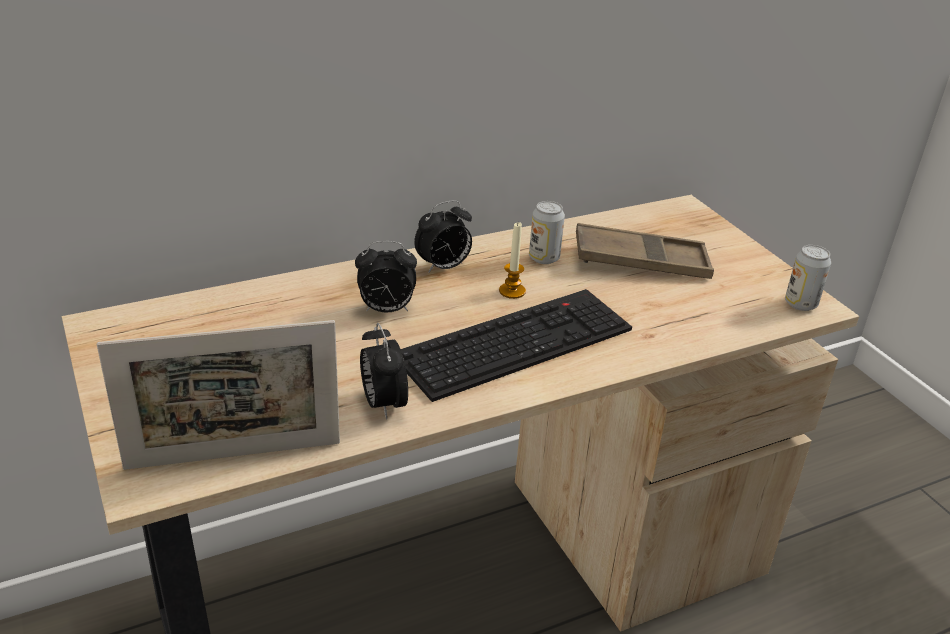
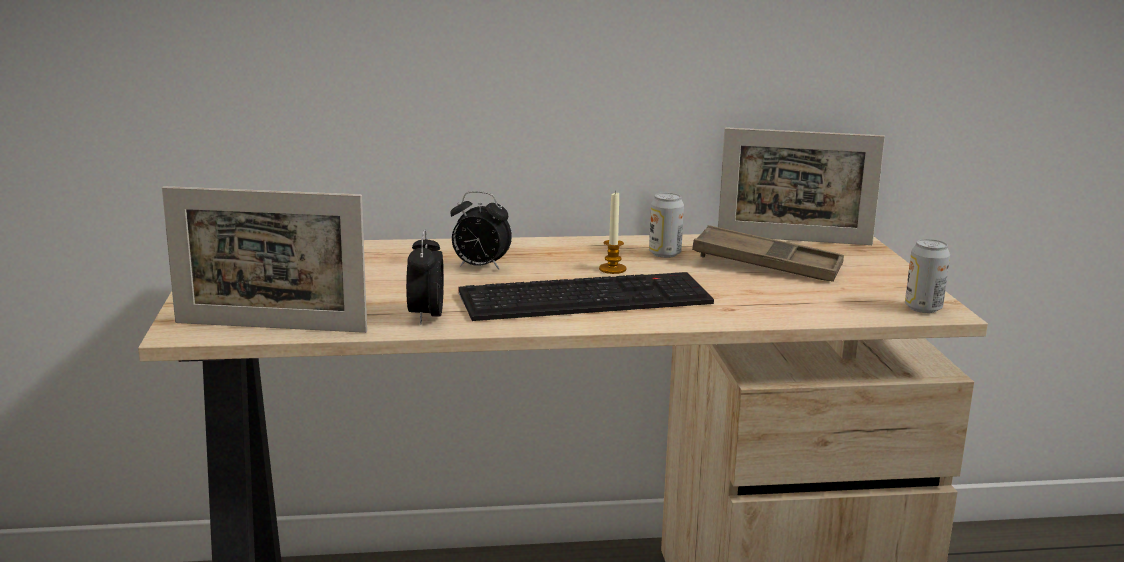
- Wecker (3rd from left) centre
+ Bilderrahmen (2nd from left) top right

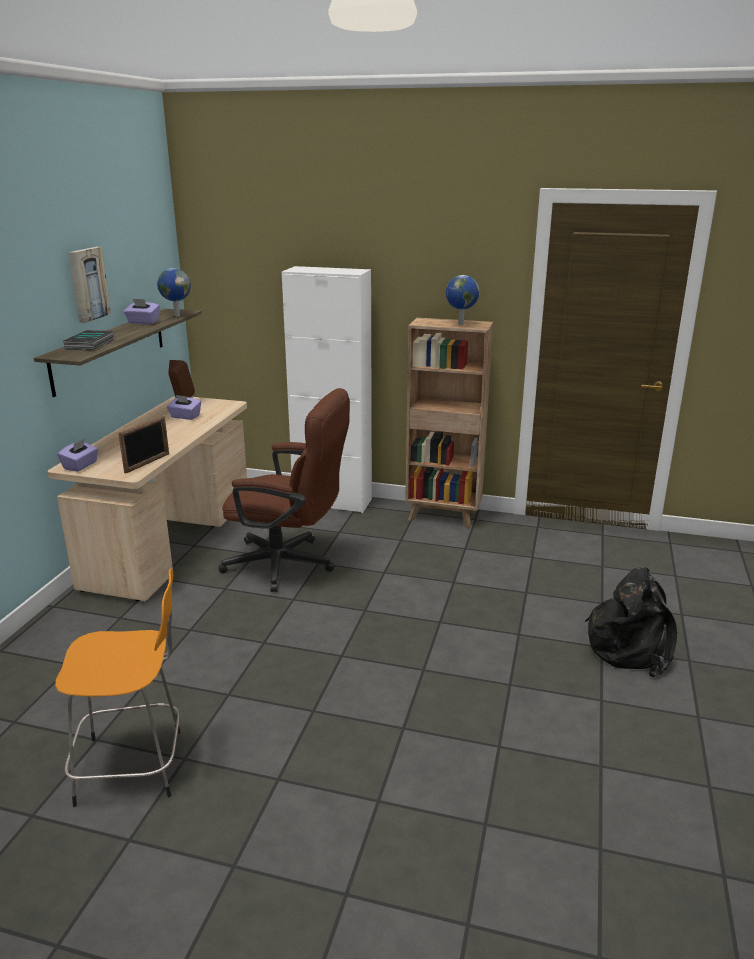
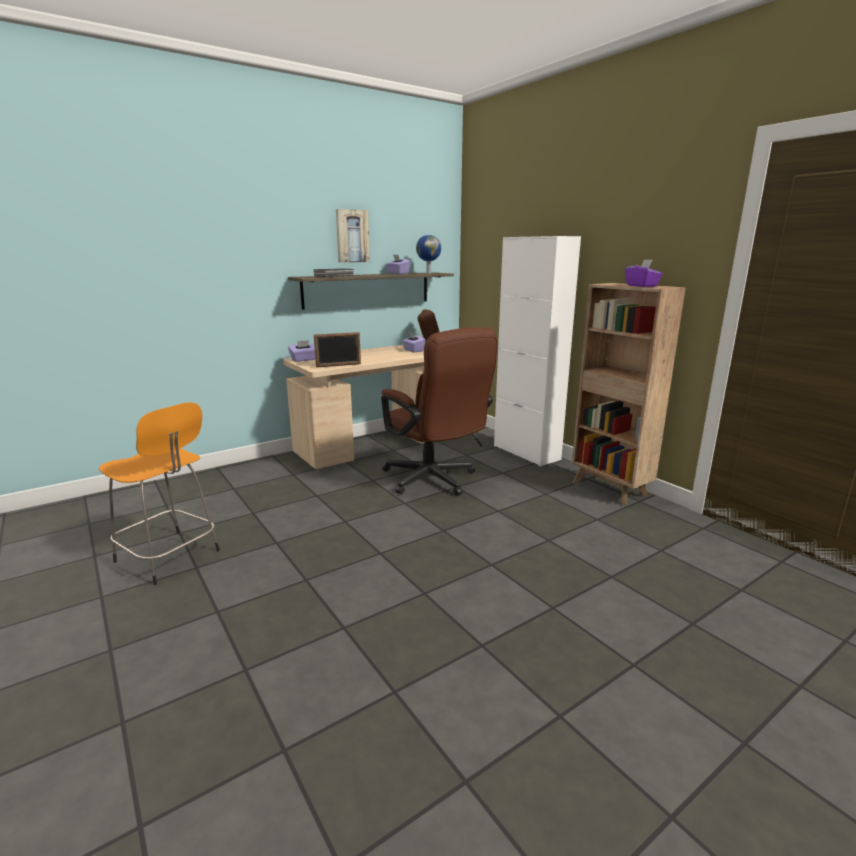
- Rucksack [schwarz] middle right
~ Globus (2nd from left) top centre to Taschentuchbox [lila] (4th from left) top right

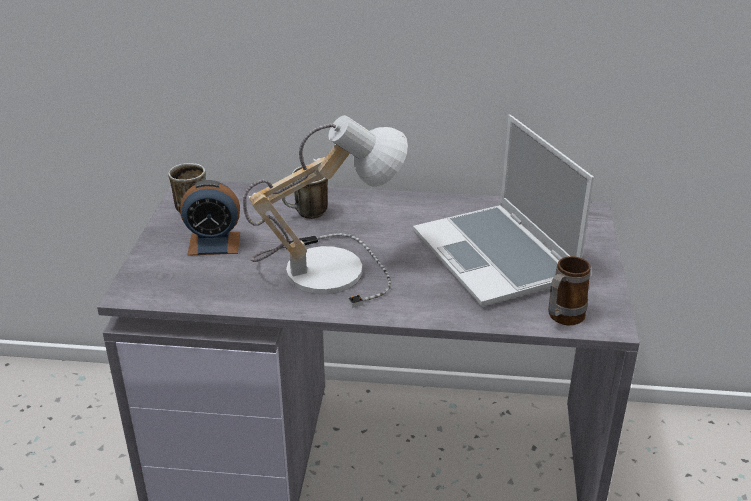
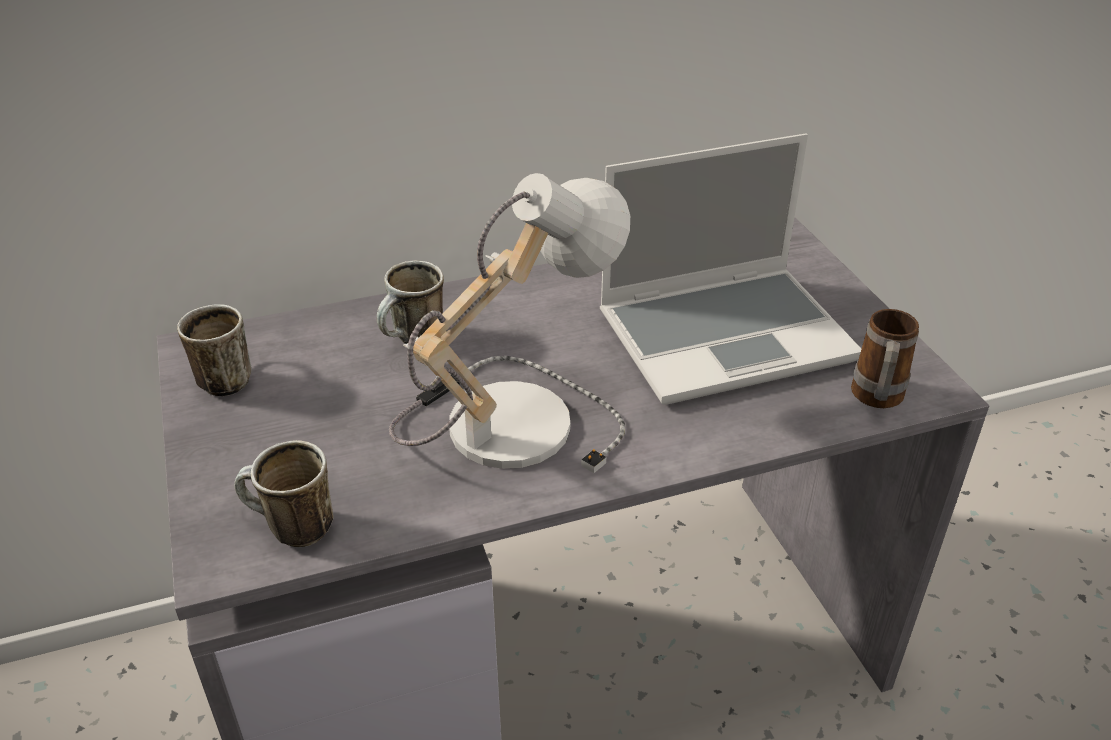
- Wecker middle left
+ Henkelbecher (2nd from left) middle left
~ Laptop middle right = centre 60 degrees counterclockwise

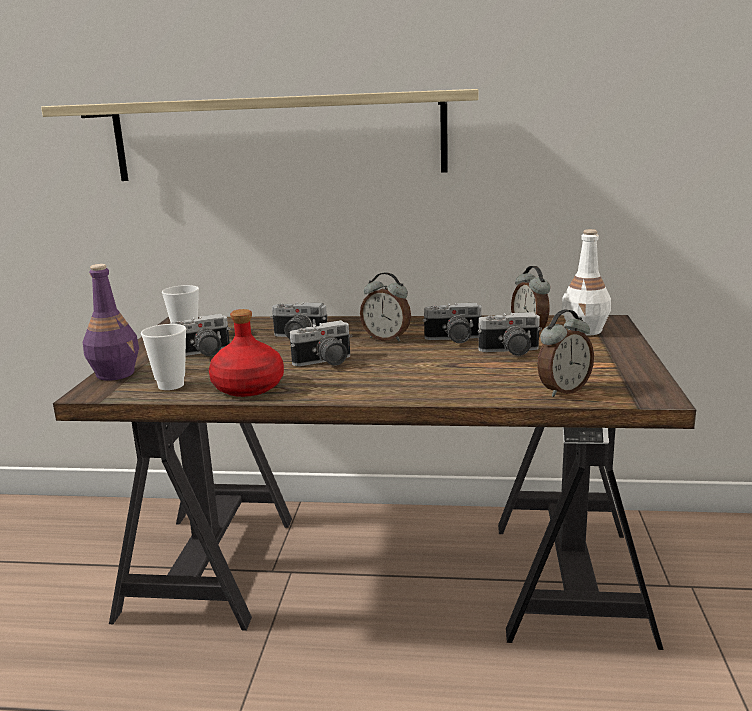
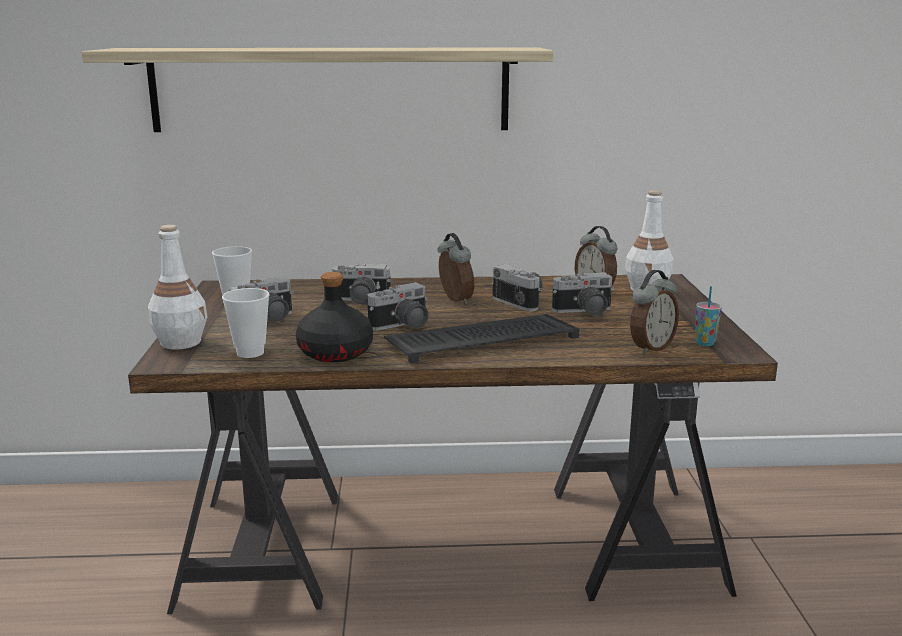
+ Tastatur centre
+ Tasse (3rd from left) middle right
~ Flasche [lila] middle left to Flasche [weiß] (1st from left) middle left
~ Flasche [rot] middle left to Flasche [schwarz] centre
~ Wecker (1st from left) centre = centre 135 degrees counterclockwise
~ Kamera (4th from left) centre = centre 120 degrees counterclockwise

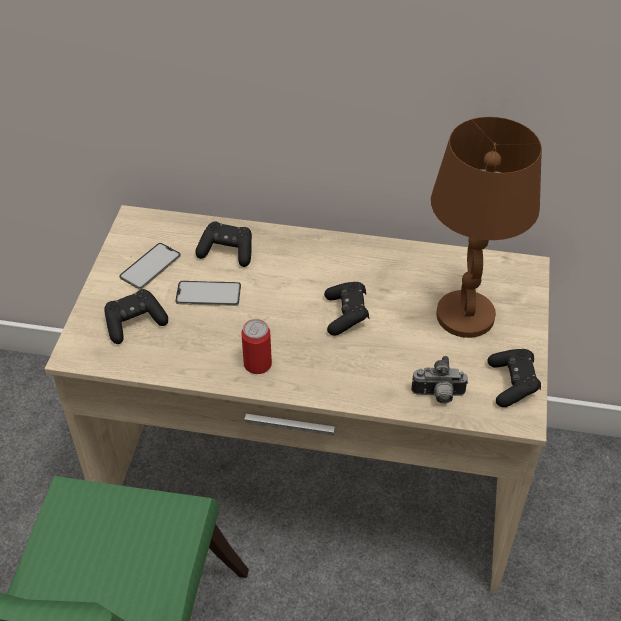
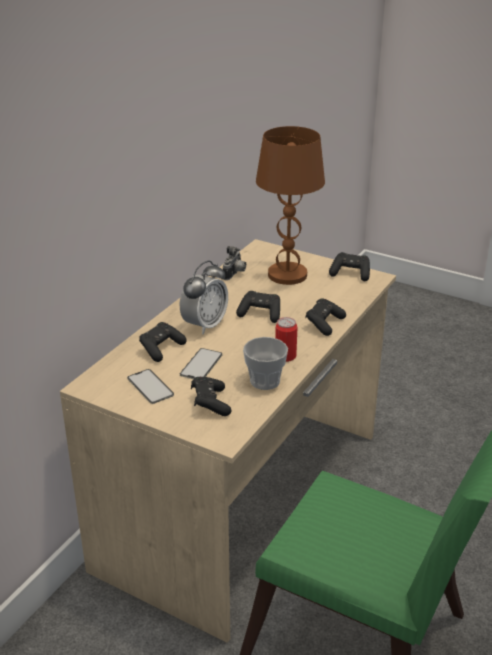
+ Wecker centre
+ Tasse centre
+ Gamepad [schwarz] (4th from left) centre
~ Kamera middle right to centre

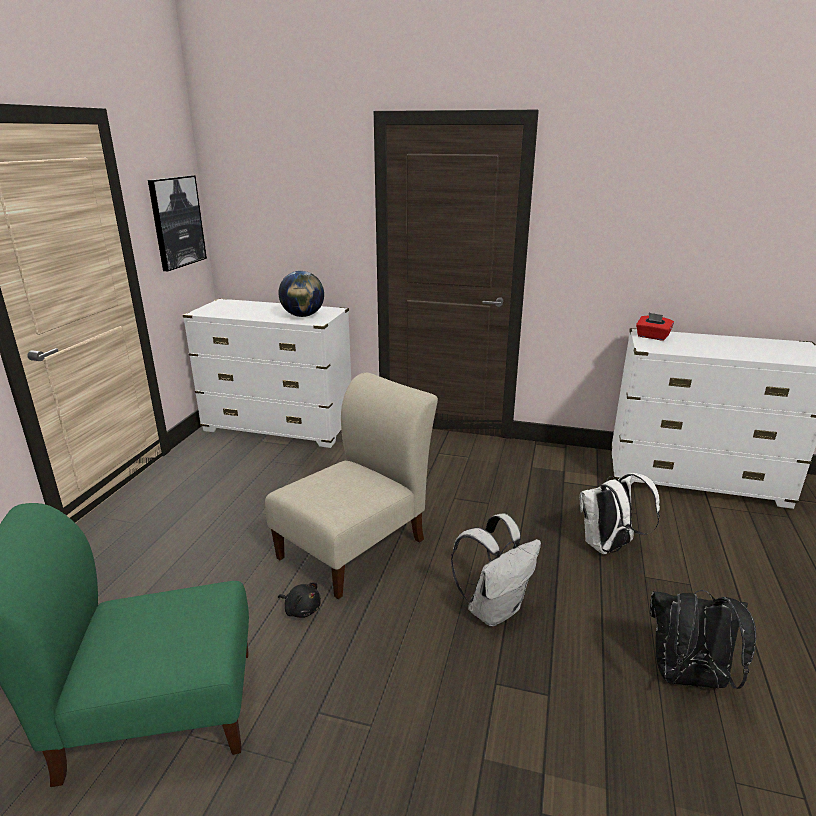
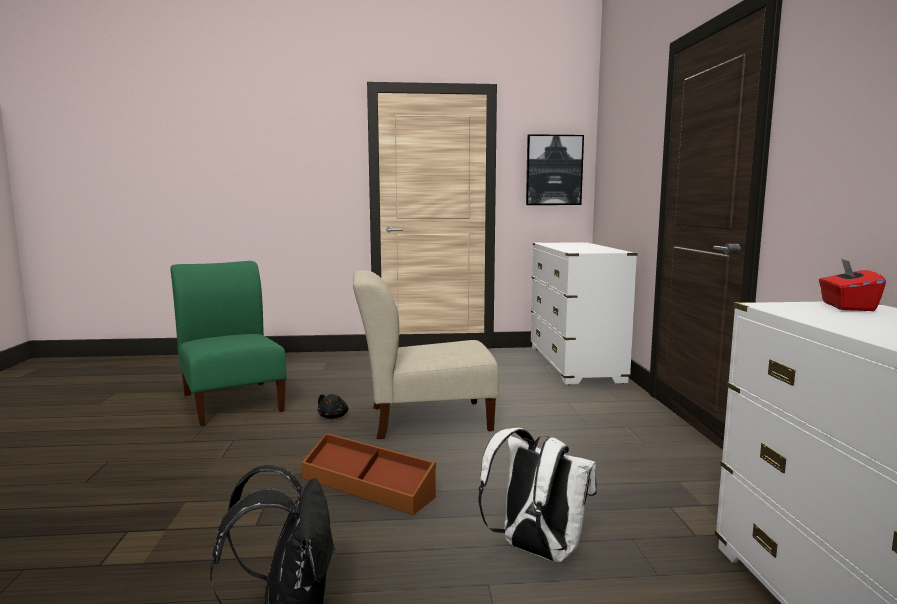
- Globus centre
~ Rucksack [weiß] (1st from left) bottom centre to Aufbewahrungsbox [braun] bottom centre
~ Stuhl [beige] centre = centre 150 degrees clockwise

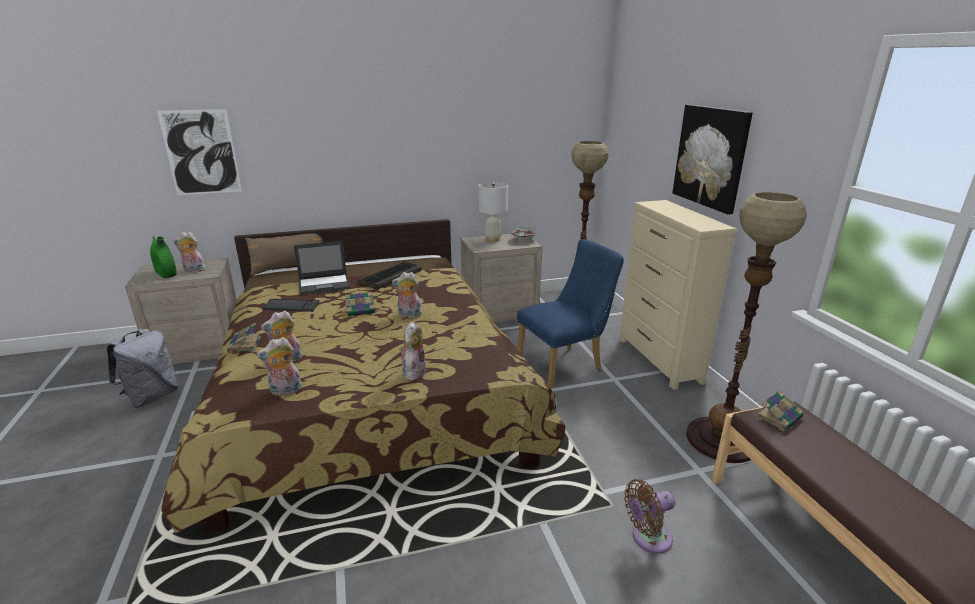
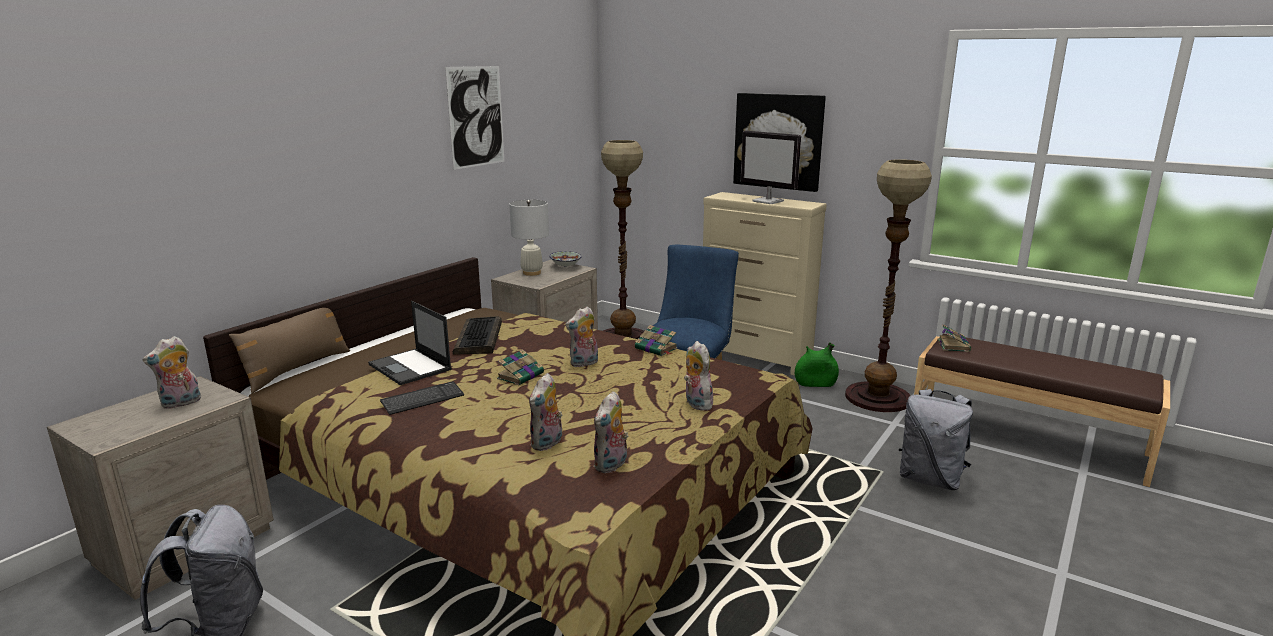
+ Monitor top centre
~ Vase [grün] middle left to centre
~ Bild (1st from left) top left to top centre
~ Buch (1st from left in the first image) middle left to Buch (2nd from left) centre
~ Ventilator [braun] bottom centre to Rucksack [grau] (2nd from left) bottom right
~ Laptop middle left = middle left 105 degrees clockwise

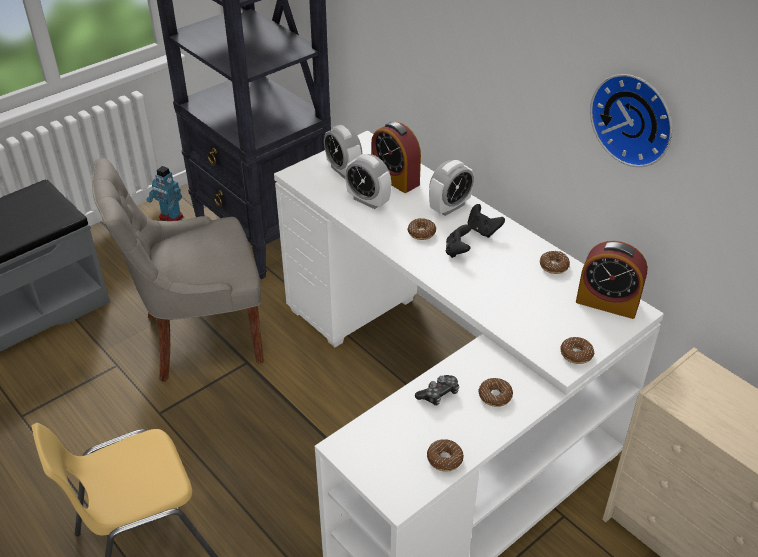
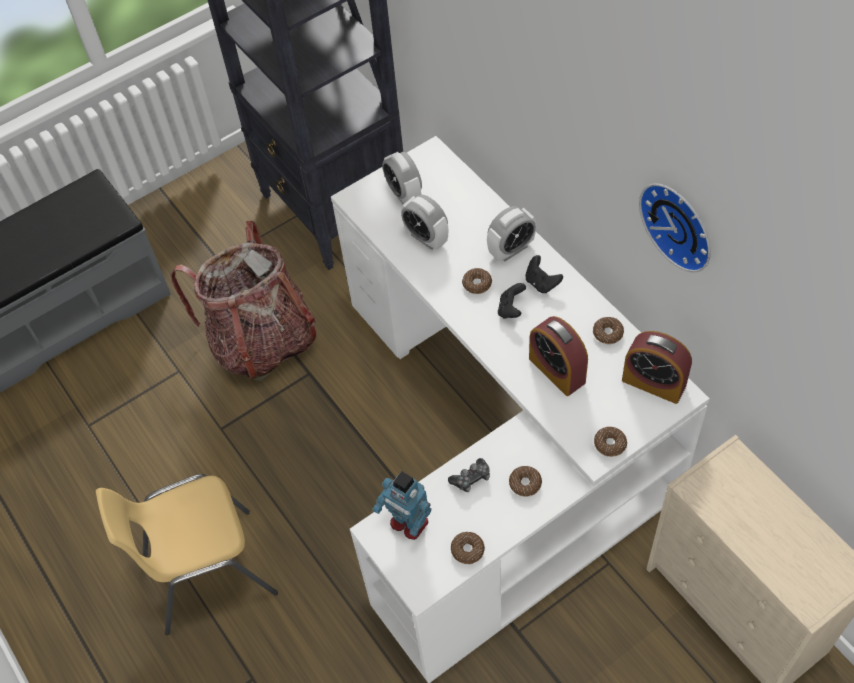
~ Spielzeugroboter middle left to bottom centre
~ Wecker (3rd from left in the first image) top centre to Wecker (4th from left) centre
~ Stuhl [grau] middle left to Rucksack middle left

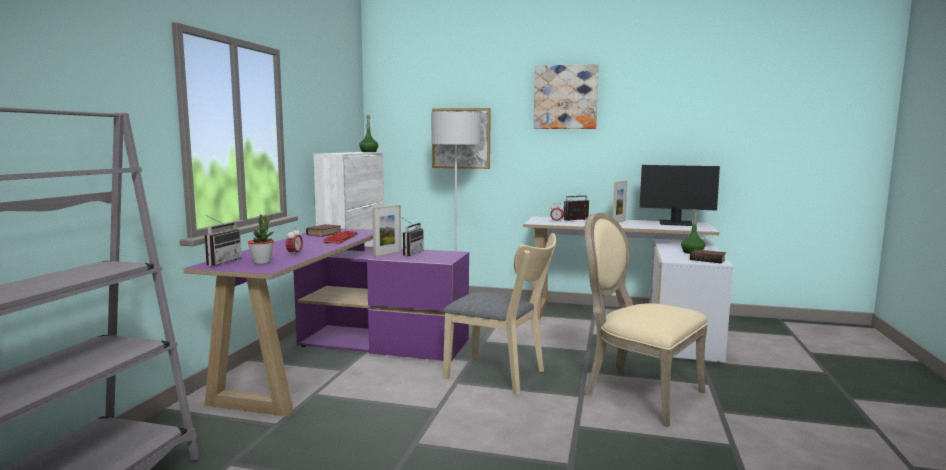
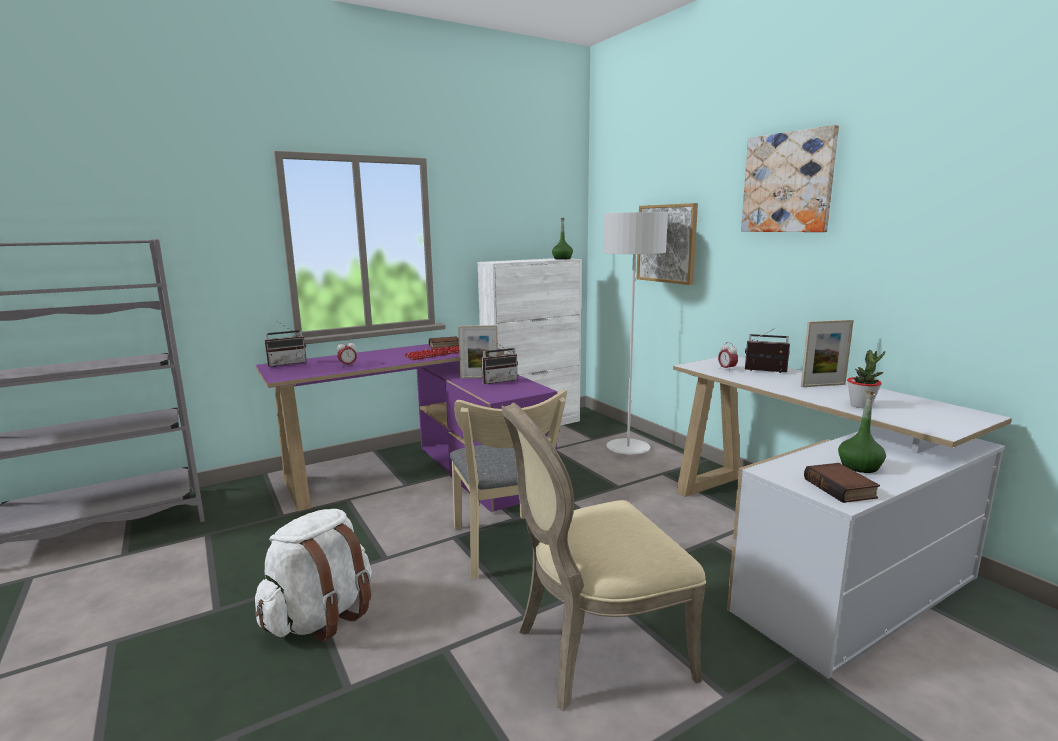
- Monitor middle right
+ Rucksack [weiß] bottom left
~ Topfpflanze middle left to middle right
~ Stuhl [beige] (2nd from left) bottom right = bottom centre 105 degrees counterclockwise

